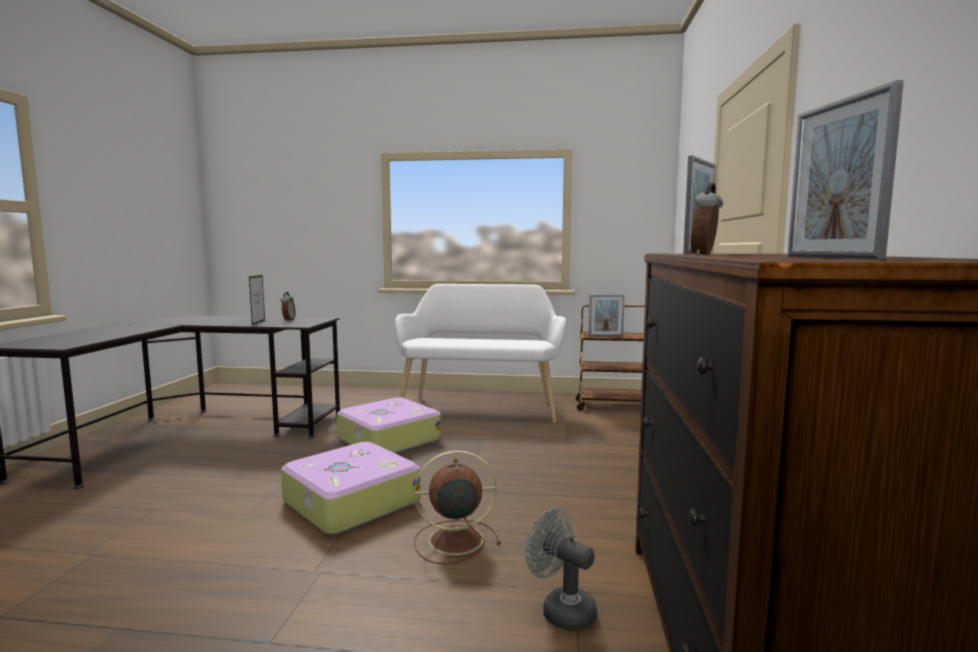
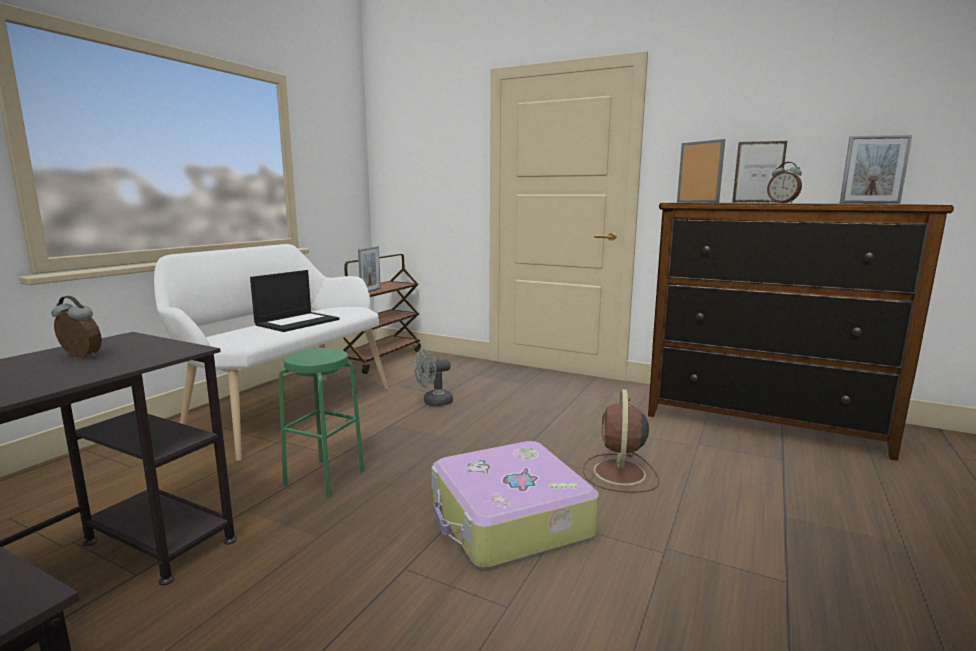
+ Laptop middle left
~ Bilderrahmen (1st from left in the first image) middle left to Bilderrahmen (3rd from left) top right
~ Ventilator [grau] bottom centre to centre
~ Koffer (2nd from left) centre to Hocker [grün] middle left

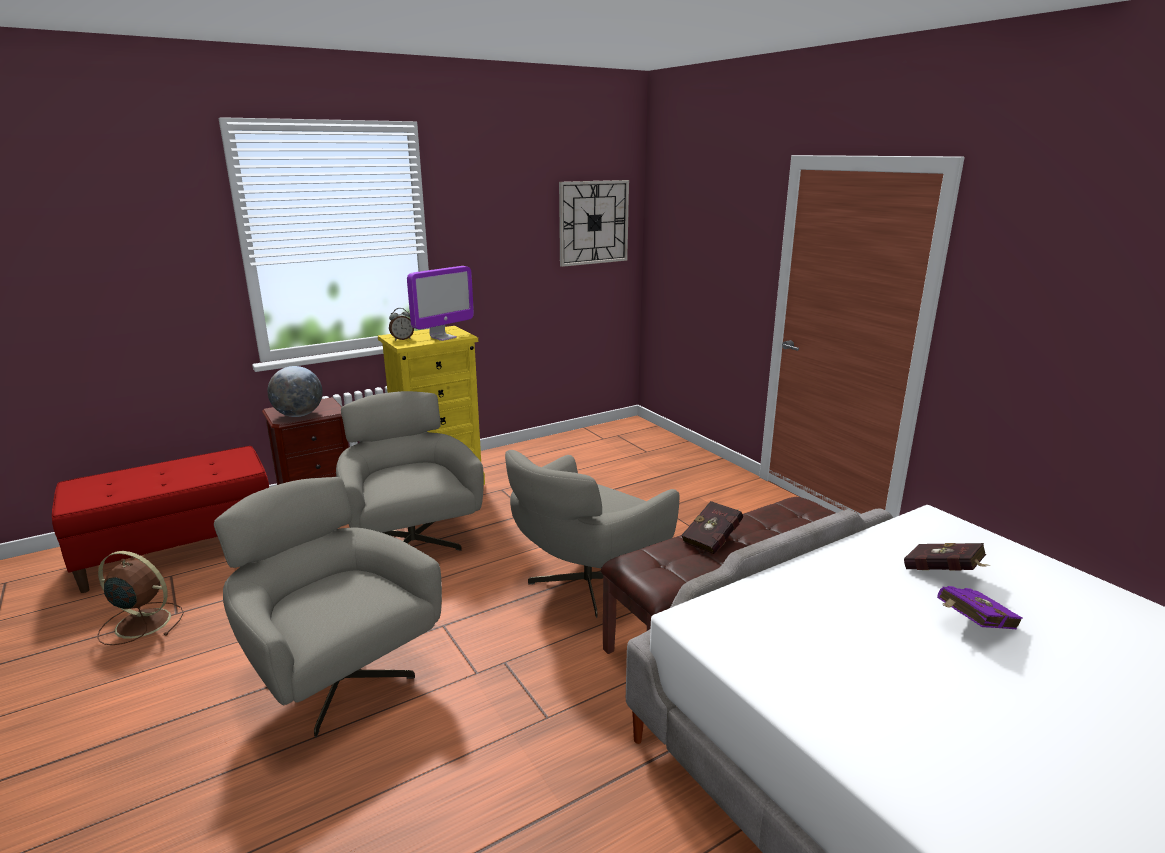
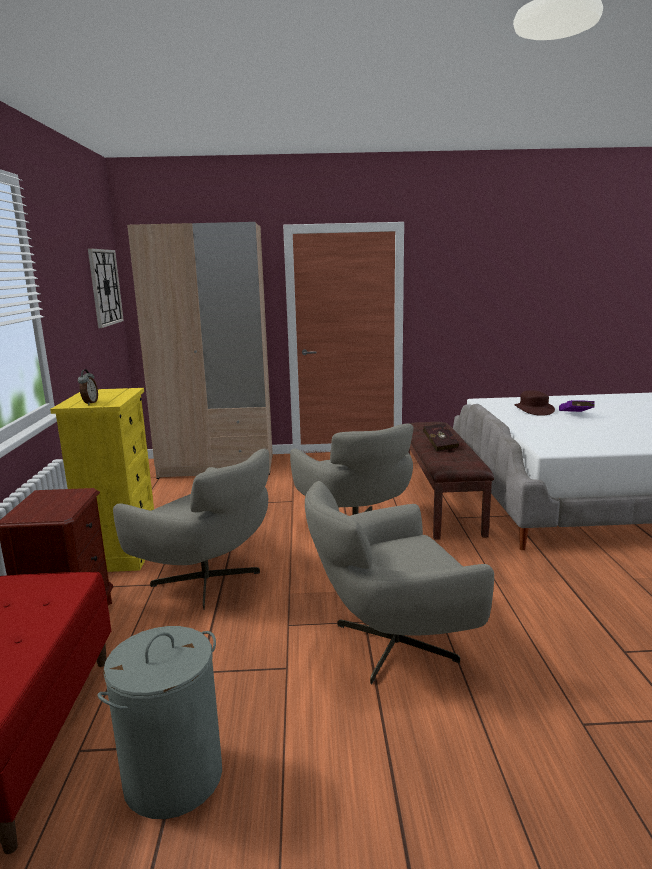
- Globus middle left
- Monitor centre
+ Kleiderschrank [beige] middle left
~ Ventilator [braun] bottom left to Wäschekorb [grau] bottom left
~ Buch [rot] (2nd from left) middle right to Hut [braun] middle right
~ Sessel [grau] (2nd from left in the first image) centre = middle left 150 degrees counterclockwise

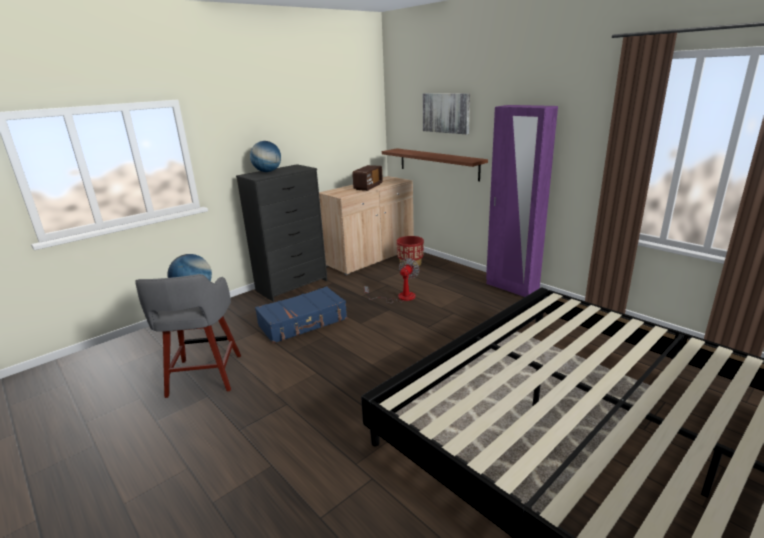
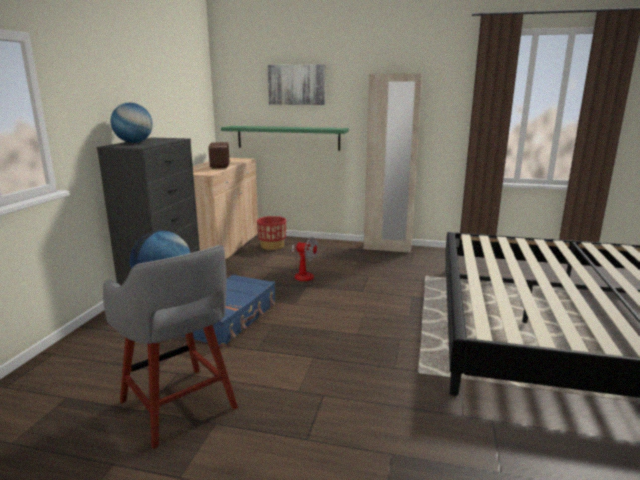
~ Wandregal [braun] top centre to Wandregal [grün] top centre
~ Kleiderschrank [lila] middle right to Kleiderschrank [beige] centre
~ Ventilator centre = centre 120 degrees clockwise

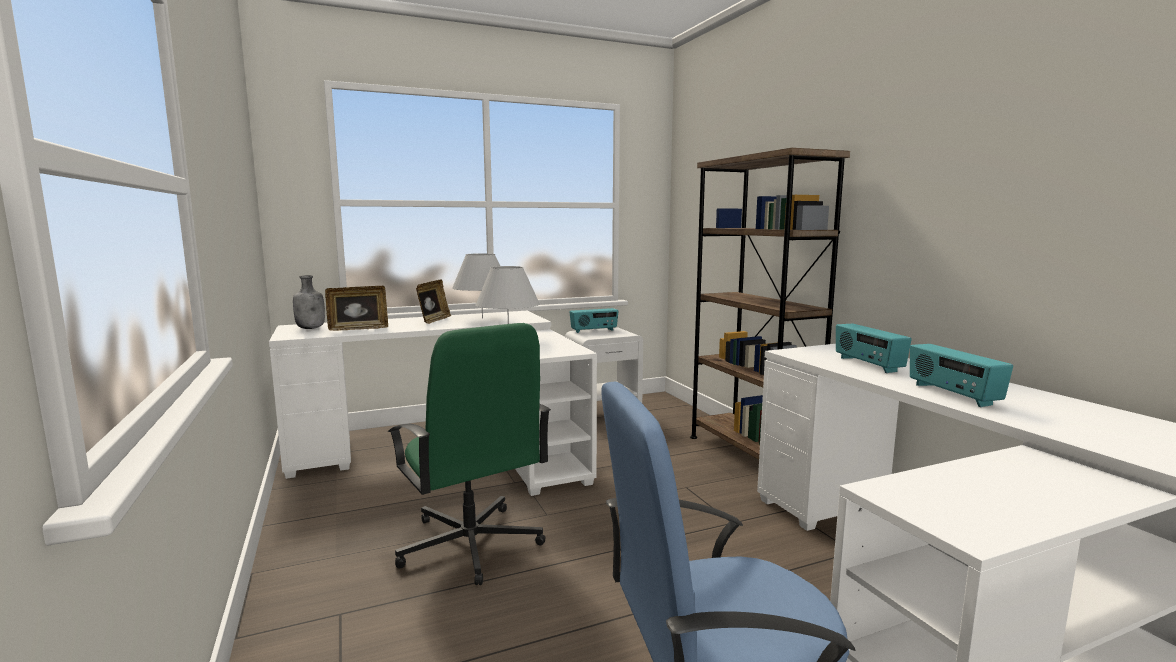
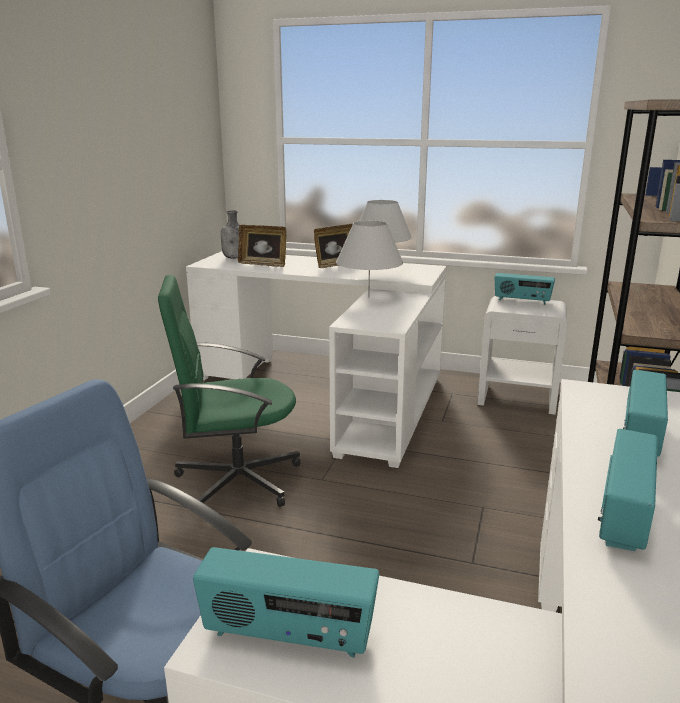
+ Radio (1st from left) bottom centre
~ Bürostuhl [grün] bottom centre = centre 75 degrees clockwise

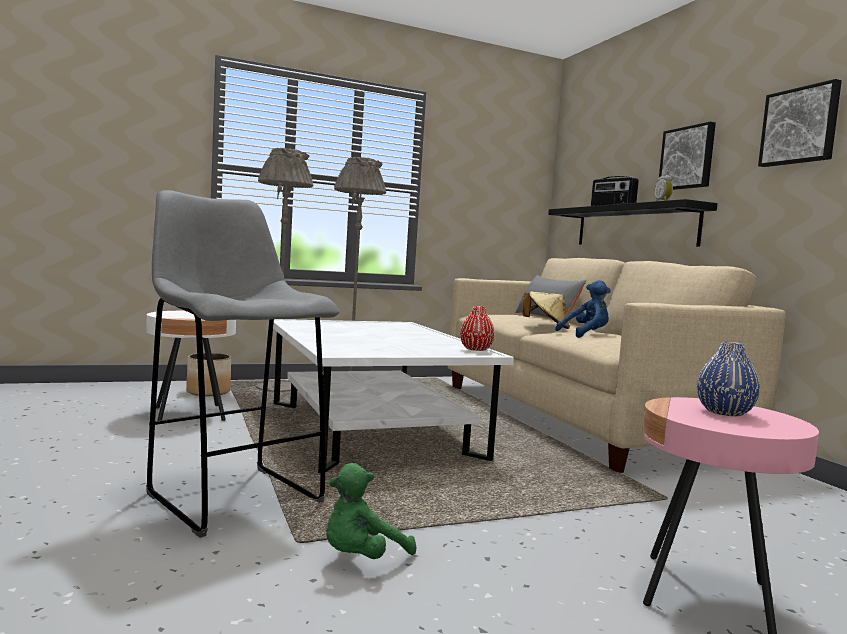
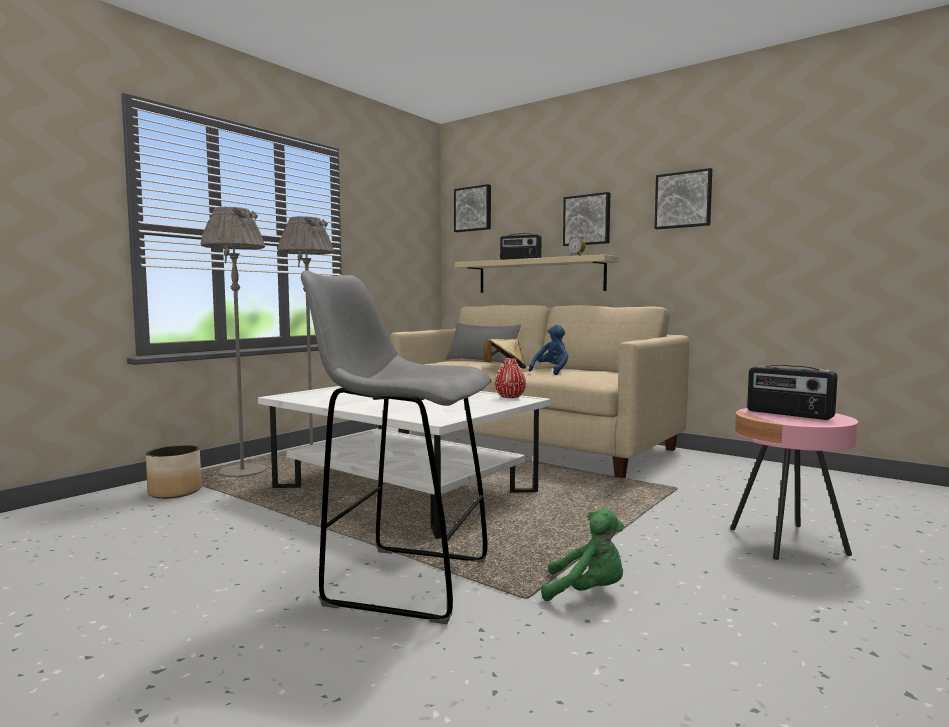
- Beistelltisch [weiß] middle left
+ Bild (1st from left) top centre
~ Vase [blau] middle right to Radio (2nd from left) middle right
~ Wandregal [schwarz] middle right to Wandregal [beige] centre
~ Plüschtier [grün] bottom centre = bottom centre 90 degrees counterclockwise

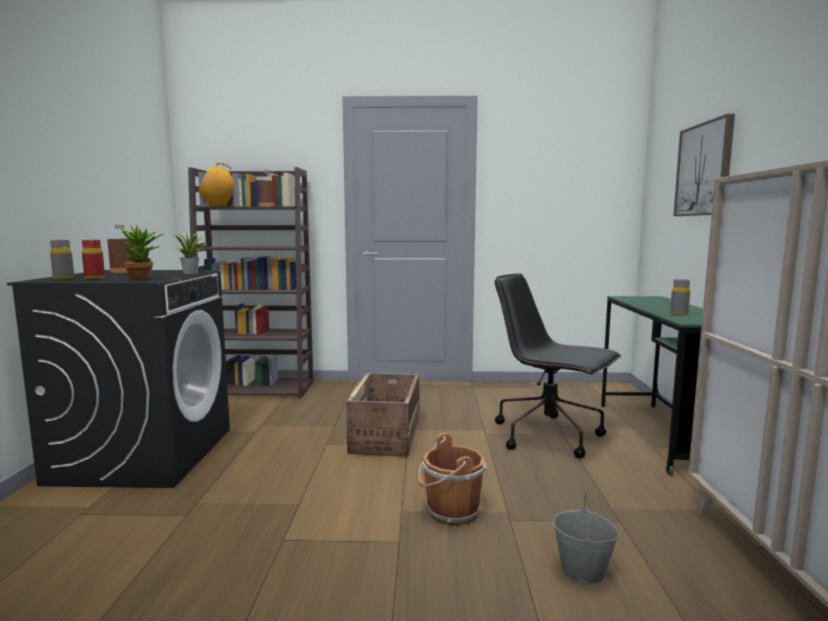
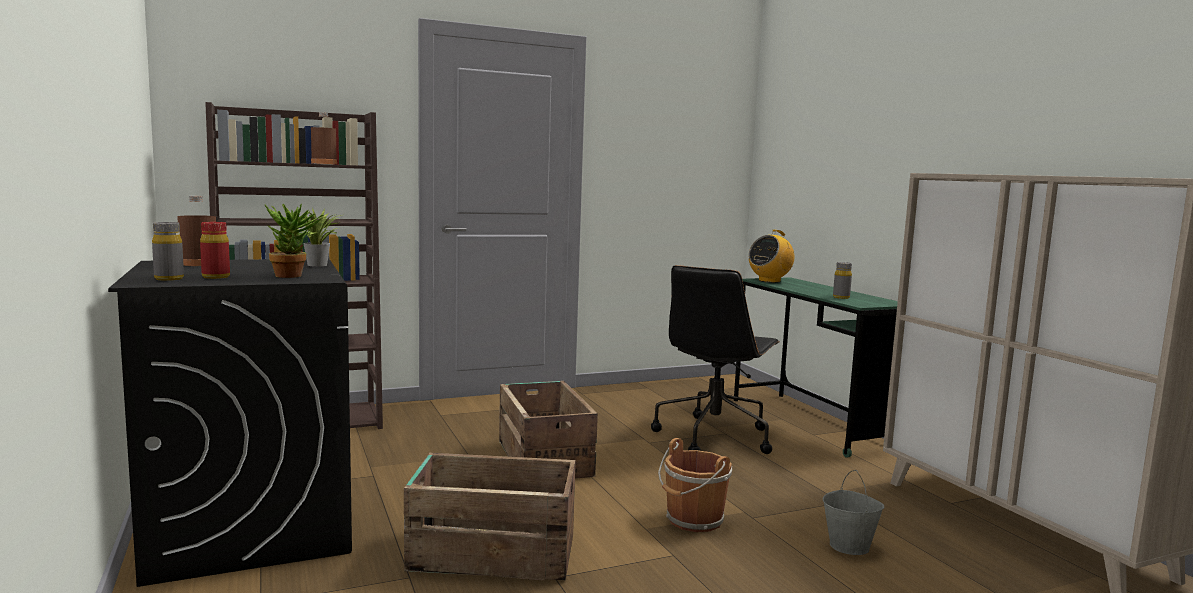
- Bild top right
+ Kiste (1st from left) bottom centre
~ Radio top left to centre
~ Bürostuhl [schwarz] middle right = centre 75 degrees counterclockwise

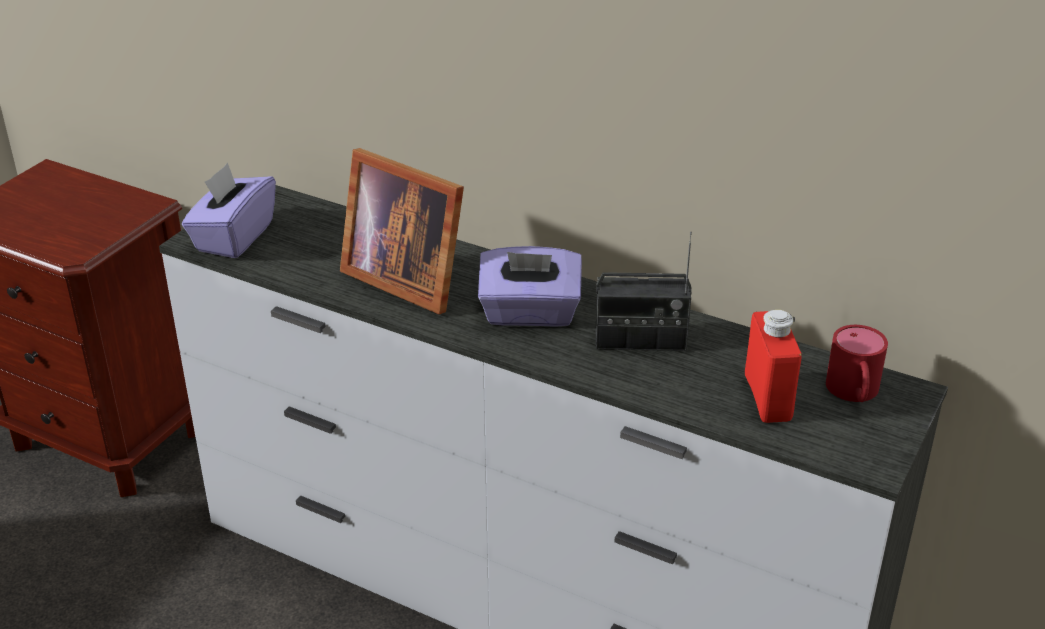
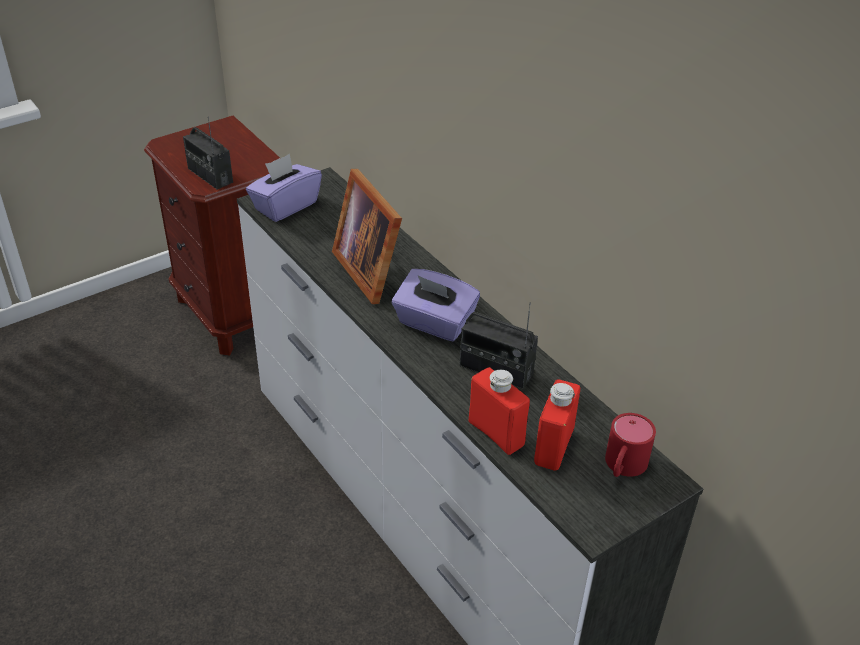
+ Radio (1st from left) top left
+ Flasche [rot] (1st from left) centre

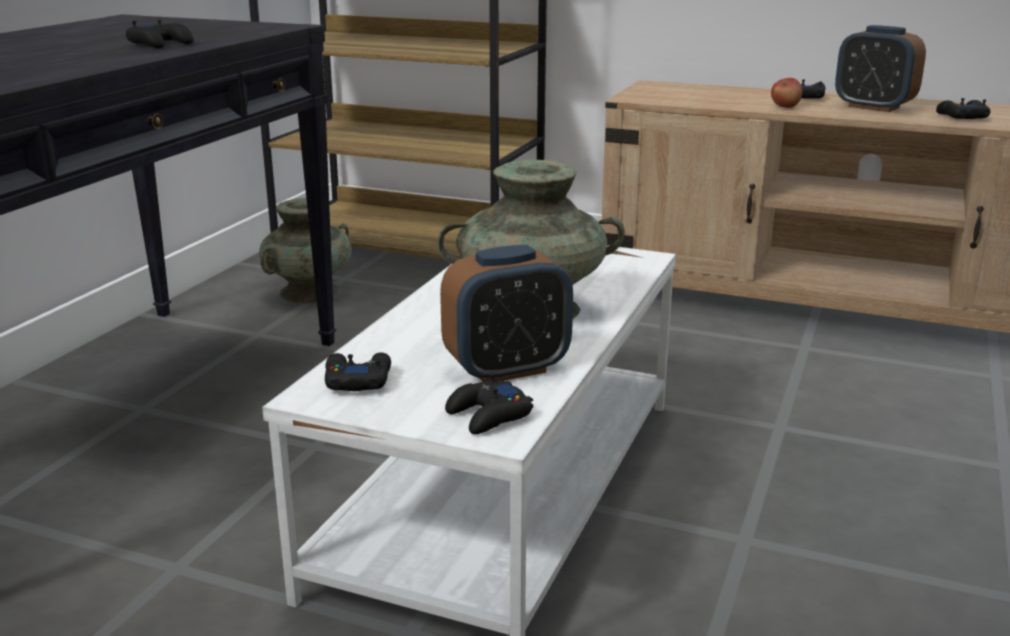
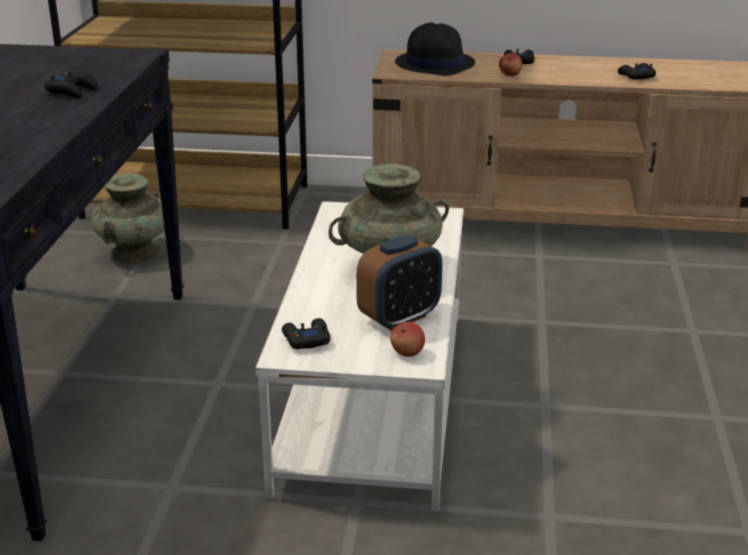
- Wecker (2nd from left) top right
+ Hut [schwarz] top centre
~ Gamepad [schwarz] (3rd from left) centre to Apfel (1st from left) centre

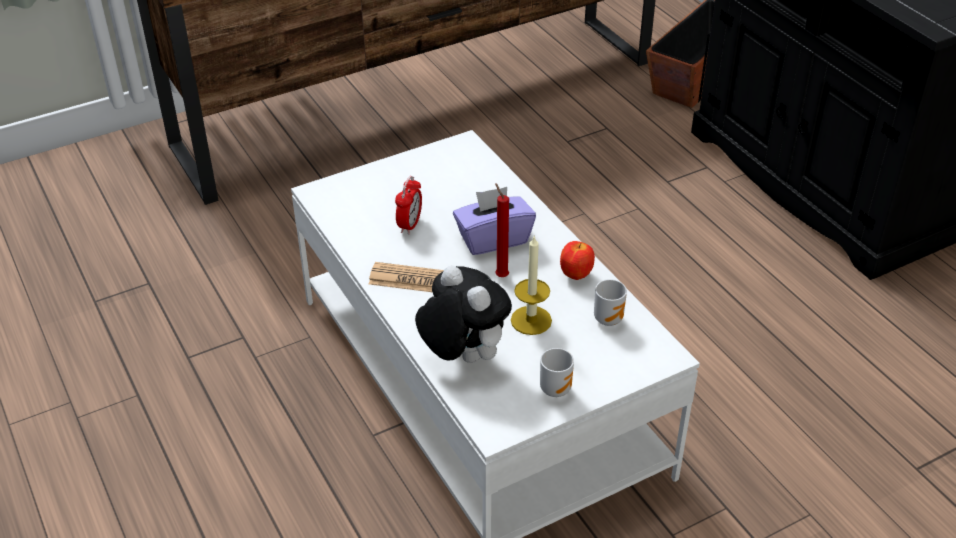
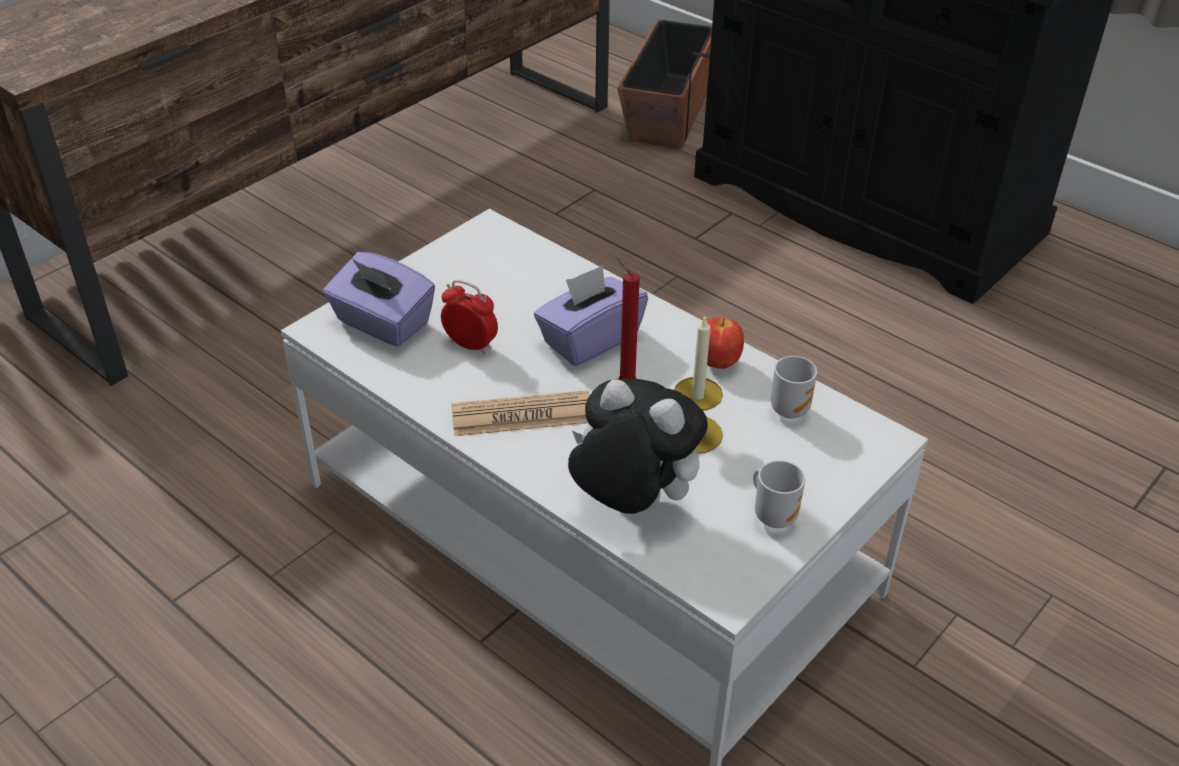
+ Taschentuchbox [lila] (1st from left) middle left
~ Wecker centre = centre 60 degrees counterclockwise

